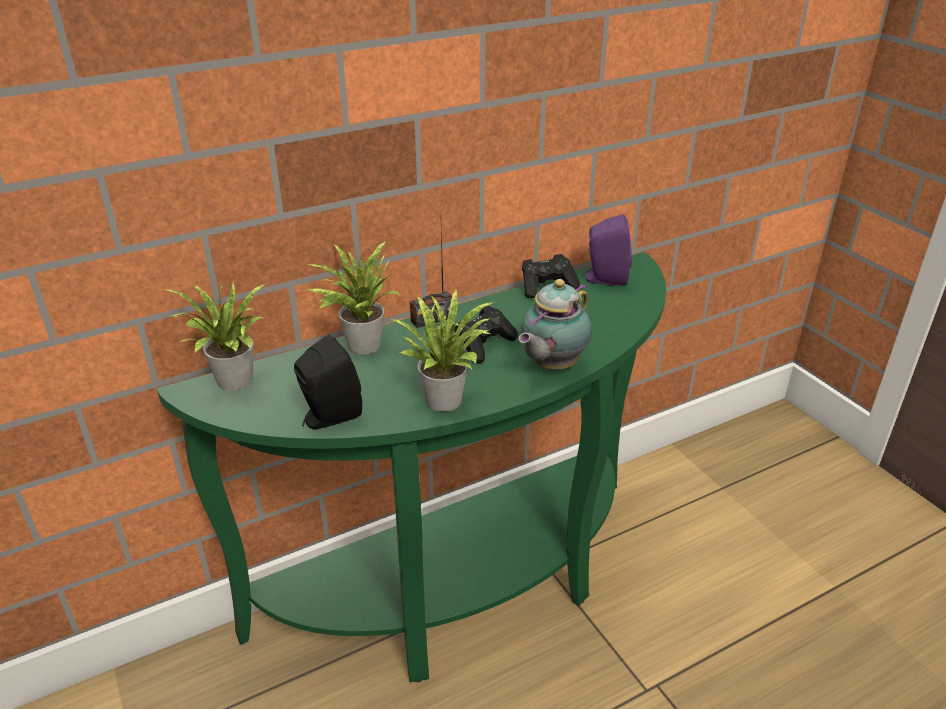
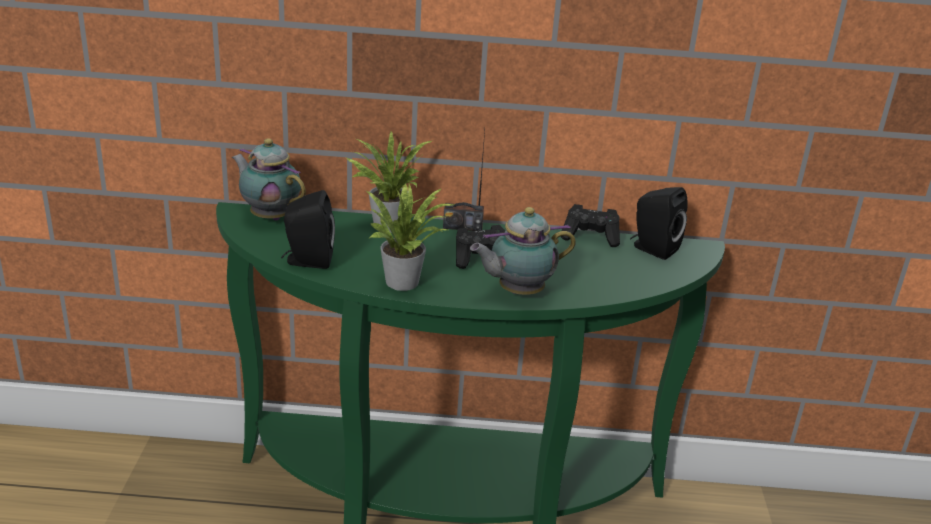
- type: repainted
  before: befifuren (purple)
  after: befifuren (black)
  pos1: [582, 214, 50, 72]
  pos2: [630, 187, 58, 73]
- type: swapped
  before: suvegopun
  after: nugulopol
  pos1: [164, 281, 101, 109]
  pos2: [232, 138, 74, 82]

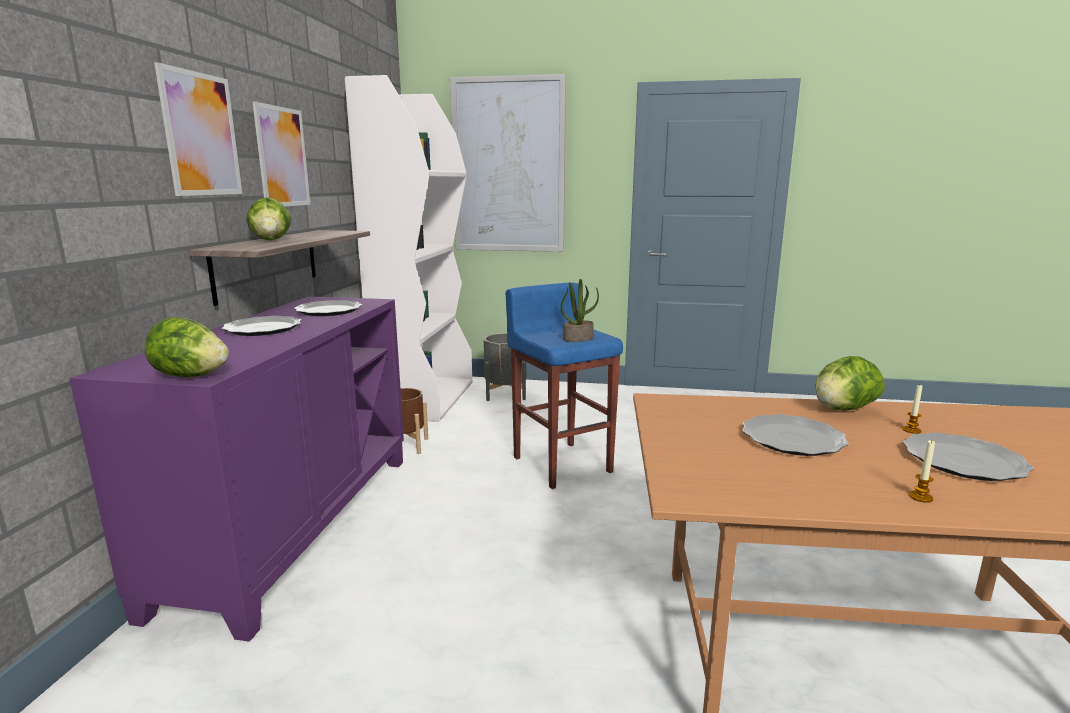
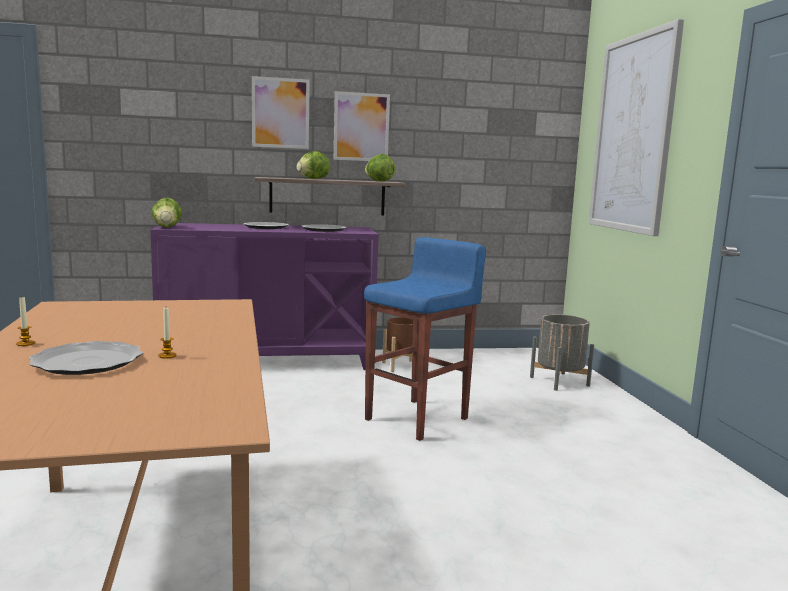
- type: gone
  before: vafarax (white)
  pos1: [345, 75, 127, 347]
- type: gone
  before: suvegopun
  pos1: [561, 279, 38, 63]
- type: shifted
  before: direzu
  pos1: [815, 356, 70, 55]
  pos2: [365, 154, 30, 27]
- type: gone
  before: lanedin
  pos1: [742, 414, 107, 42]

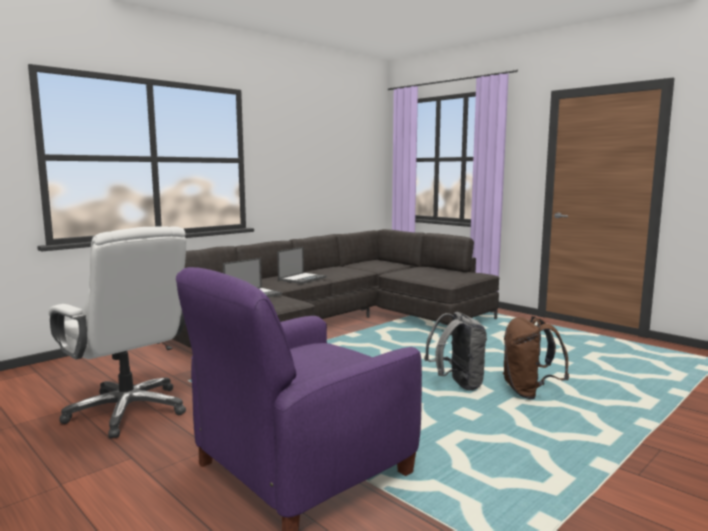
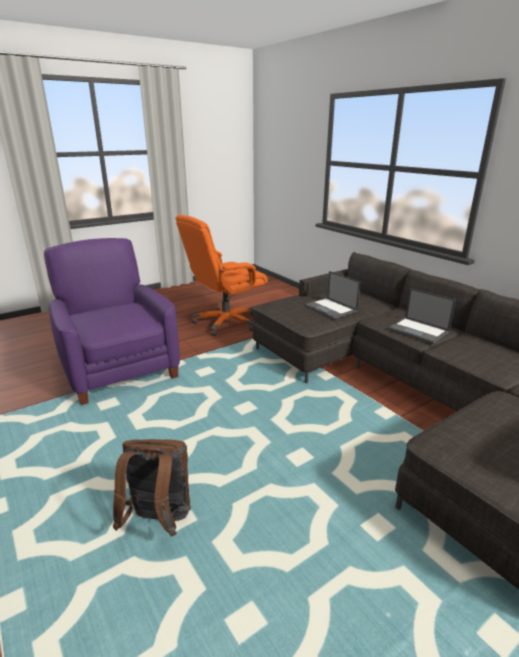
- type: repainted
  before: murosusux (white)
  after: murosusux (orange)
  pos1: [48, 227, 138, 211]
  pos2: [176, 215, 92, 121]
- type: gone
  before: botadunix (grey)
  pos1: [424, 312, 63, 79]

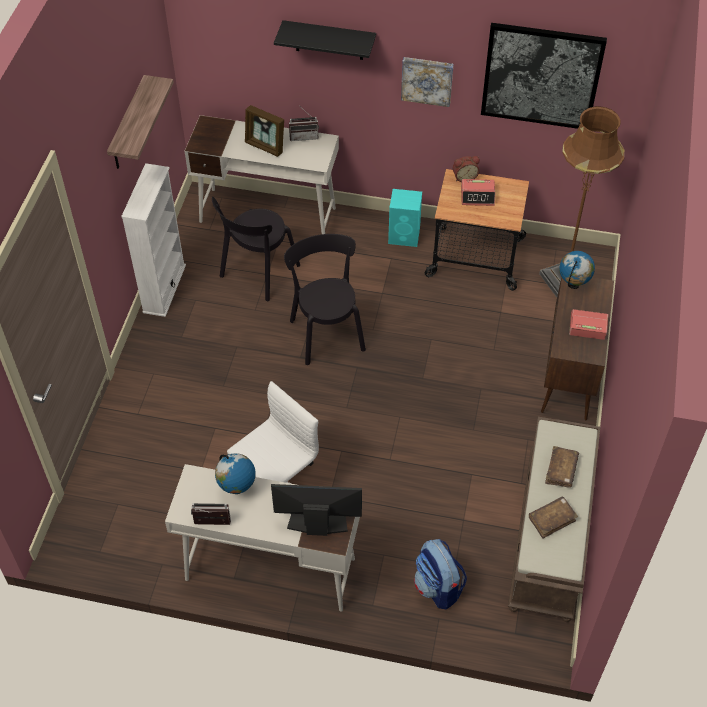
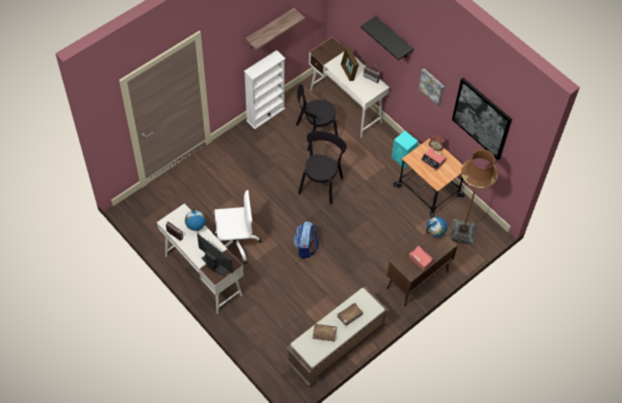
- type: shifted
  before: botadunix
  pos1: [414, 539, 53, 70]
  pos2: [293, 221, 26, 37]

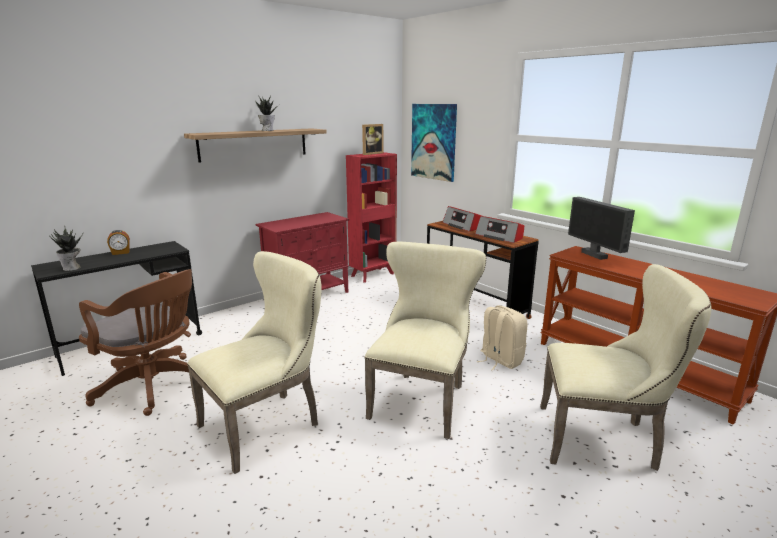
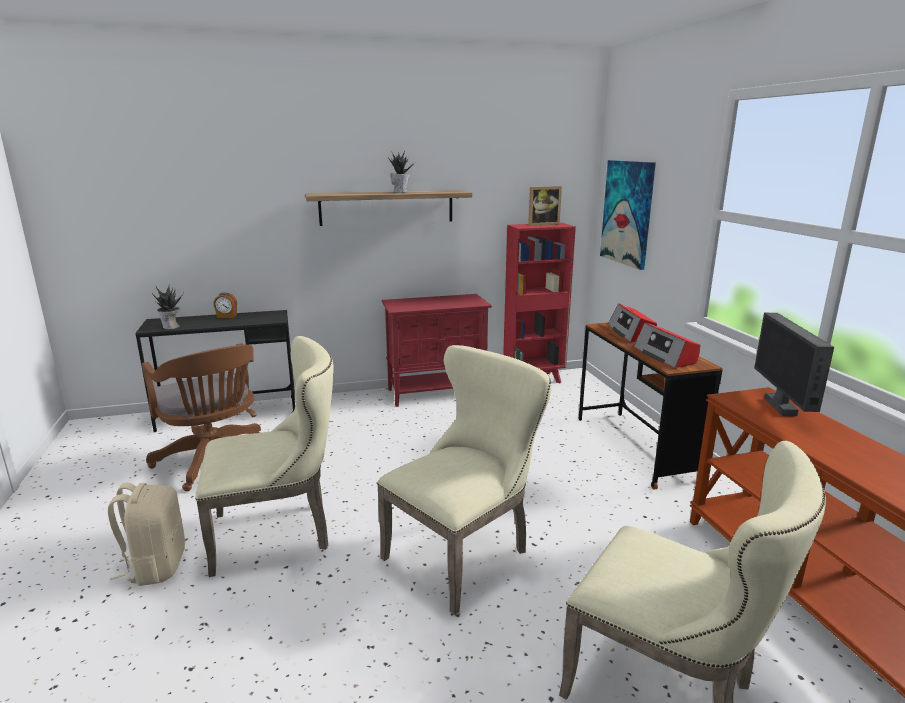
- type: shifted
  before: botadunix (beige)
  pos1: [477, 305, 50, 66]
  pos2: [108, 483, 77, 103]

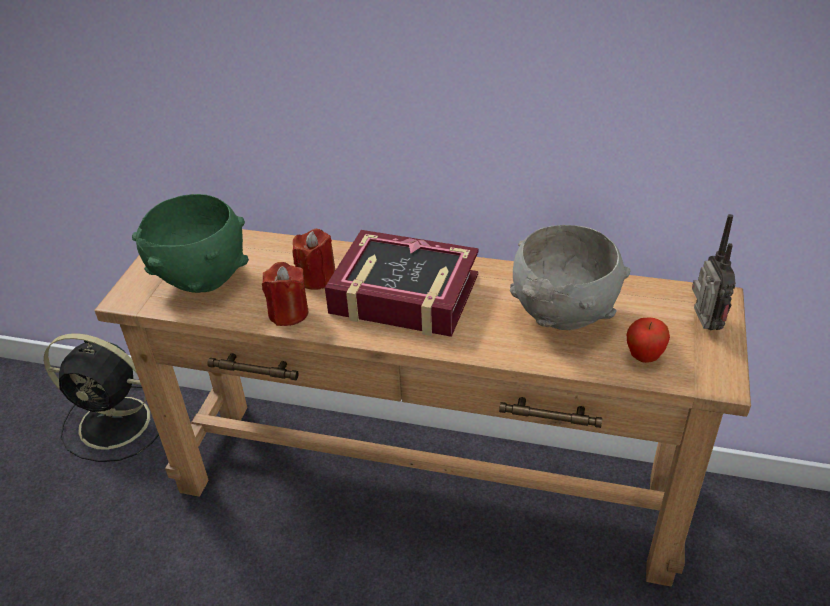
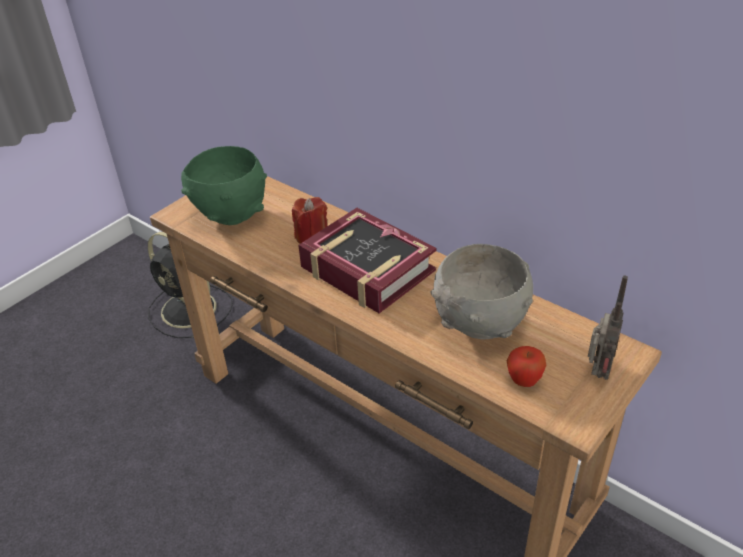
- type: gone
  before: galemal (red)
  pos1: [262, 262, 46, 64]

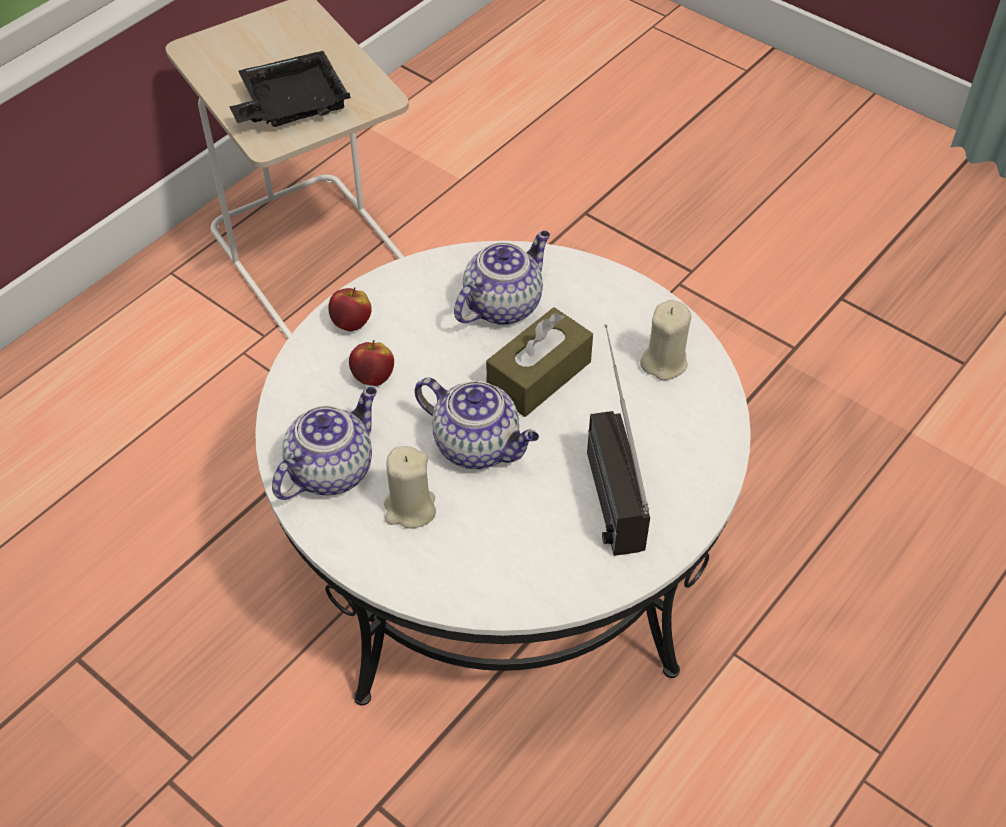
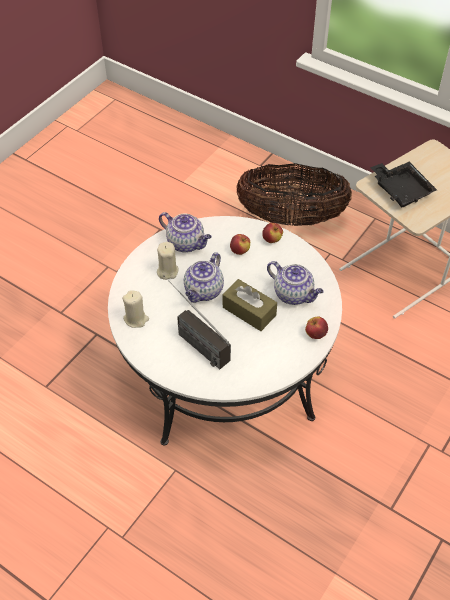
- type: shifted
  before: galemal (beige)
  pos1: [640, 300, 51, 81]
  pos2: [122, 290, 27, 38]
- type: rotated
  before: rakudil
  pos1: [587, 324, 63, 232]
  pos2: [163, 275, 68, 94]
  turn: -120
- type: new
  after: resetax
  pos2: [236, 163, 116, 63]
- type: new
  after: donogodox
  pos2: [305, 317, 23, 22]

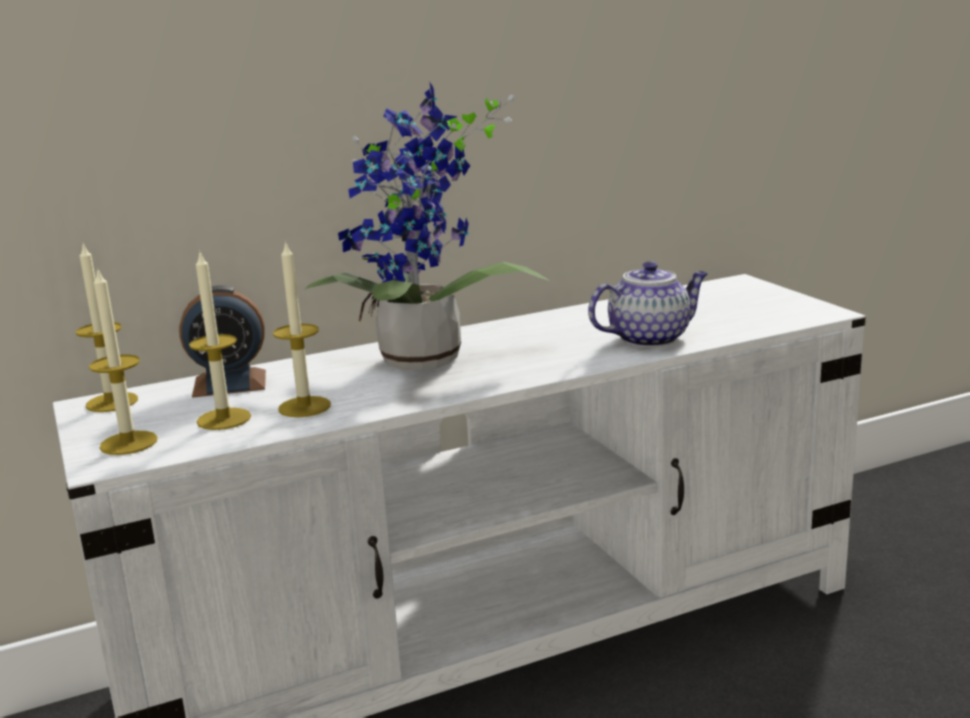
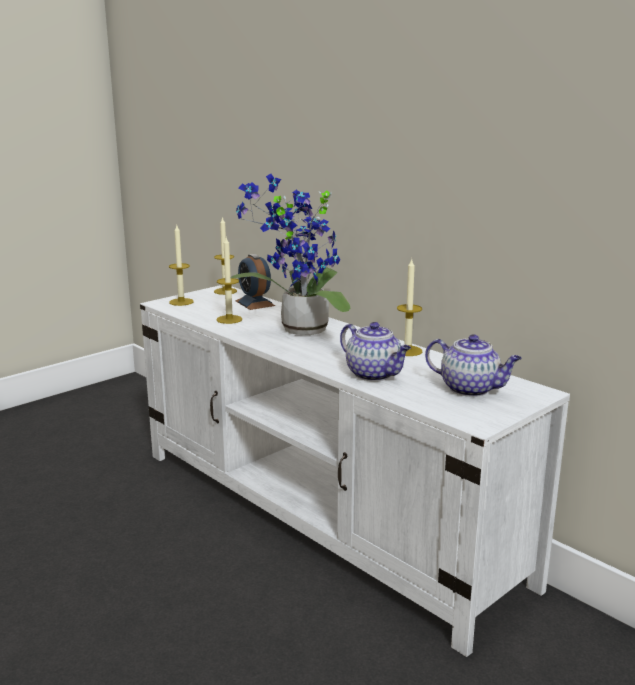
- type: shifted
  before: galemal
  pos1: [189, 250, 62, 180]
  pos2: [397, 258, 25, 98]
- type: new
  after: nugulopol
  pos2: [425, 334, 97, 63]

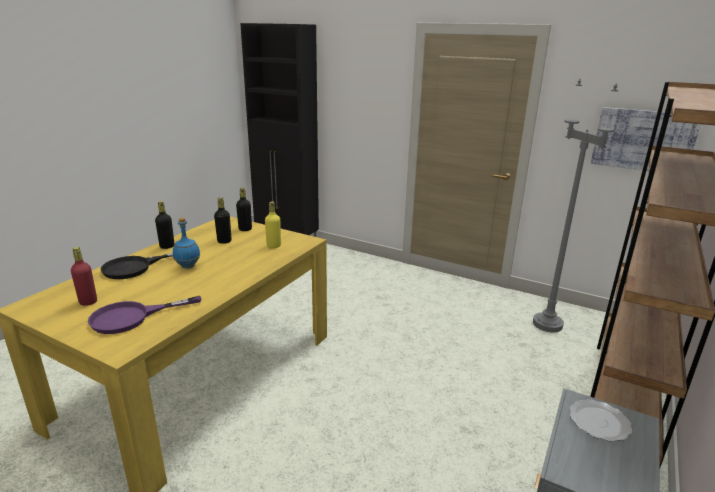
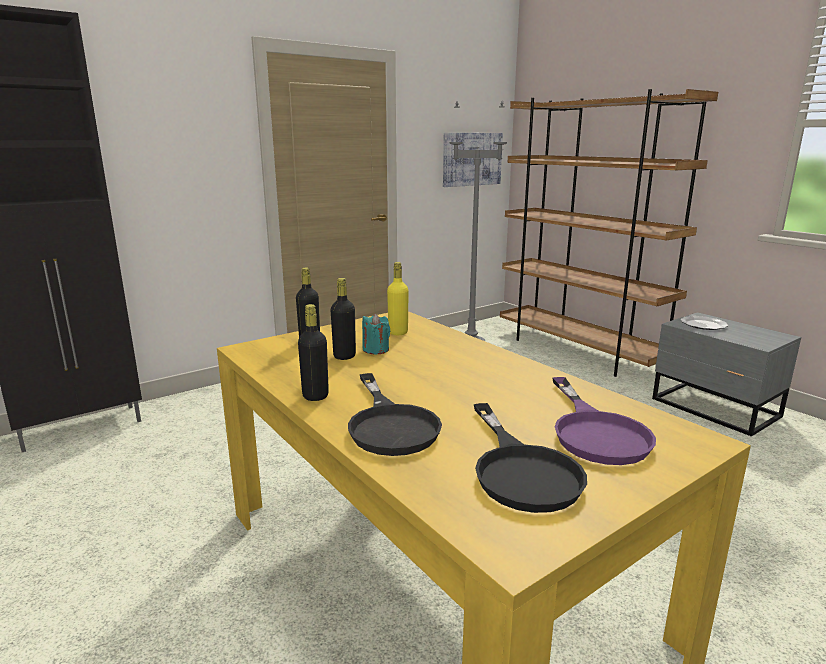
- type: gone
  before: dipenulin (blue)
  pos1: [173, 218, 27, 51]
- type: swapped
  before: dipenulin (red)
  after: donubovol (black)
  pos1: [71, 247, 26, 59]
  pos2: [474, 403, 113, 110]
- type: new
  after: galemal (turquoise)
  pos2: [362, 314, 28, 40]

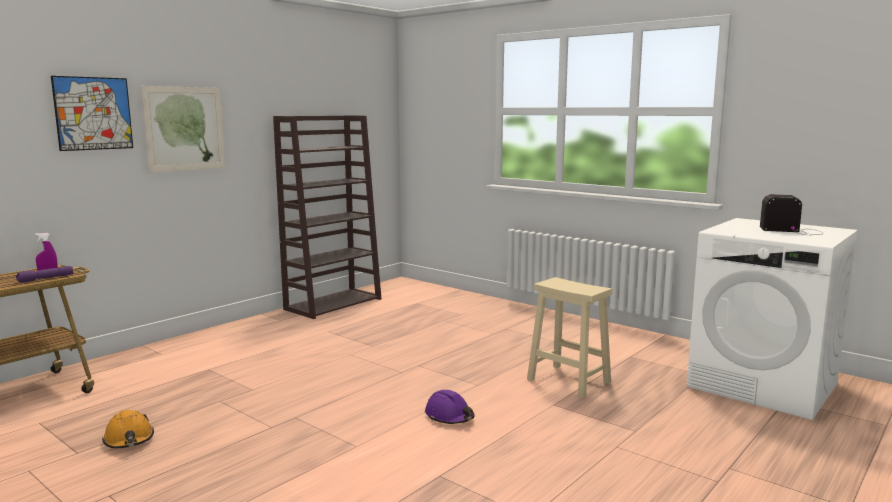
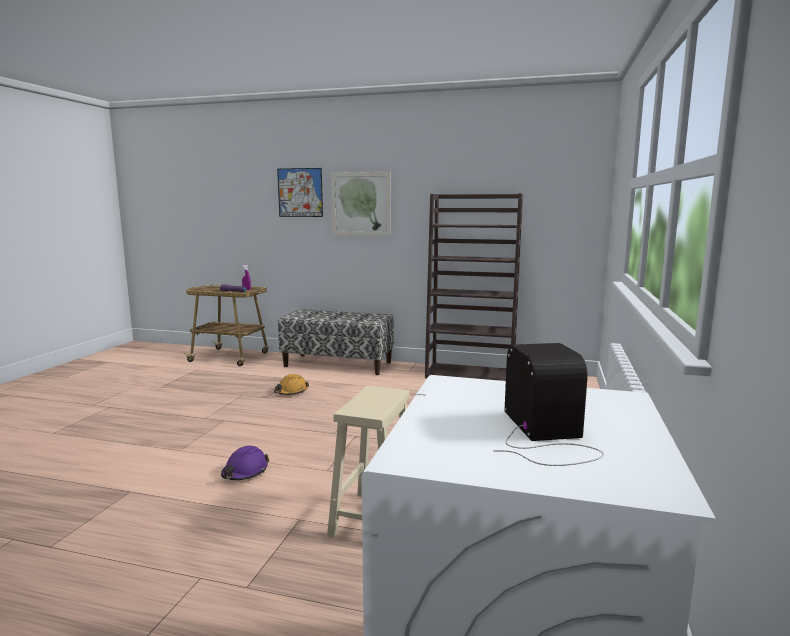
- type: shifted
  before: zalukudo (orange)
  pos1: [102, 410, 52, 38]
  pos2: [274, 374, 35, 21]
- type: new
  after: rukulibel
  pos2: [278, 309, 116, 66]

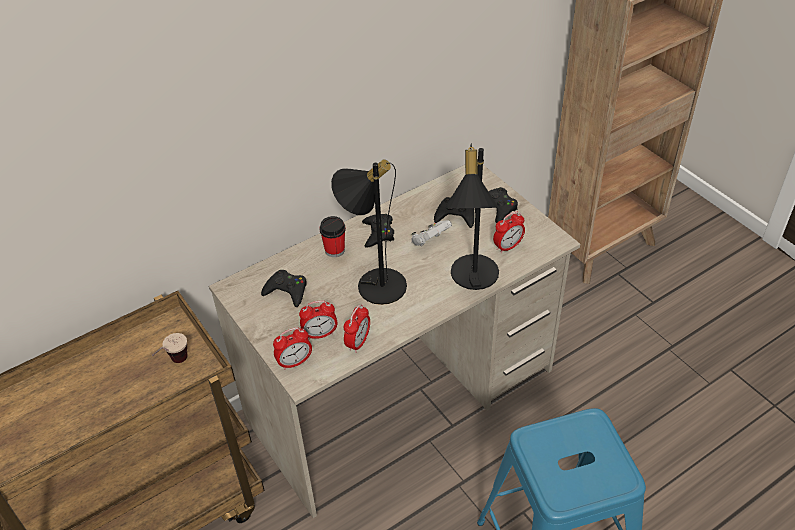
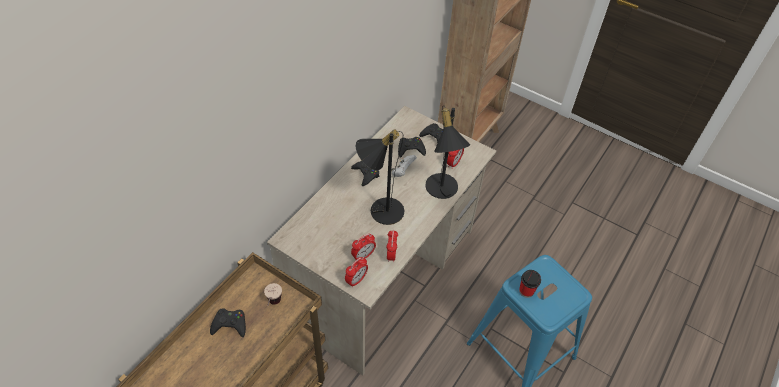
- type: shifted
  before: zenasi
  pos1: [319, 216, 27, 41]
  pos2: [519, 270, 22, 28]
- type: shifted
  before: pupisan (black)
  pos1: [261, 270, 46, 37]
  pos2: [210, 308, 36, 29]

